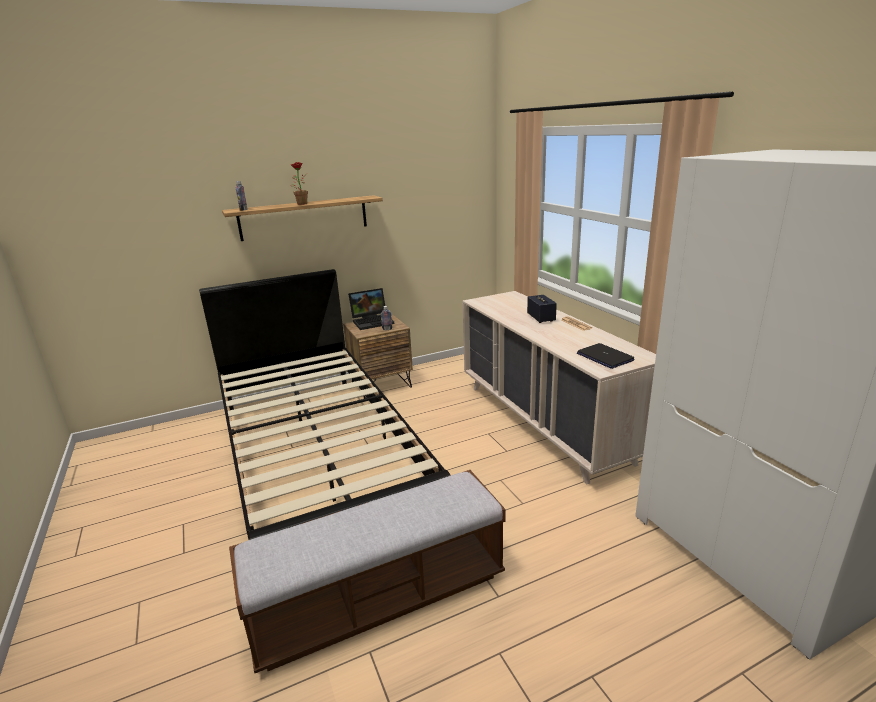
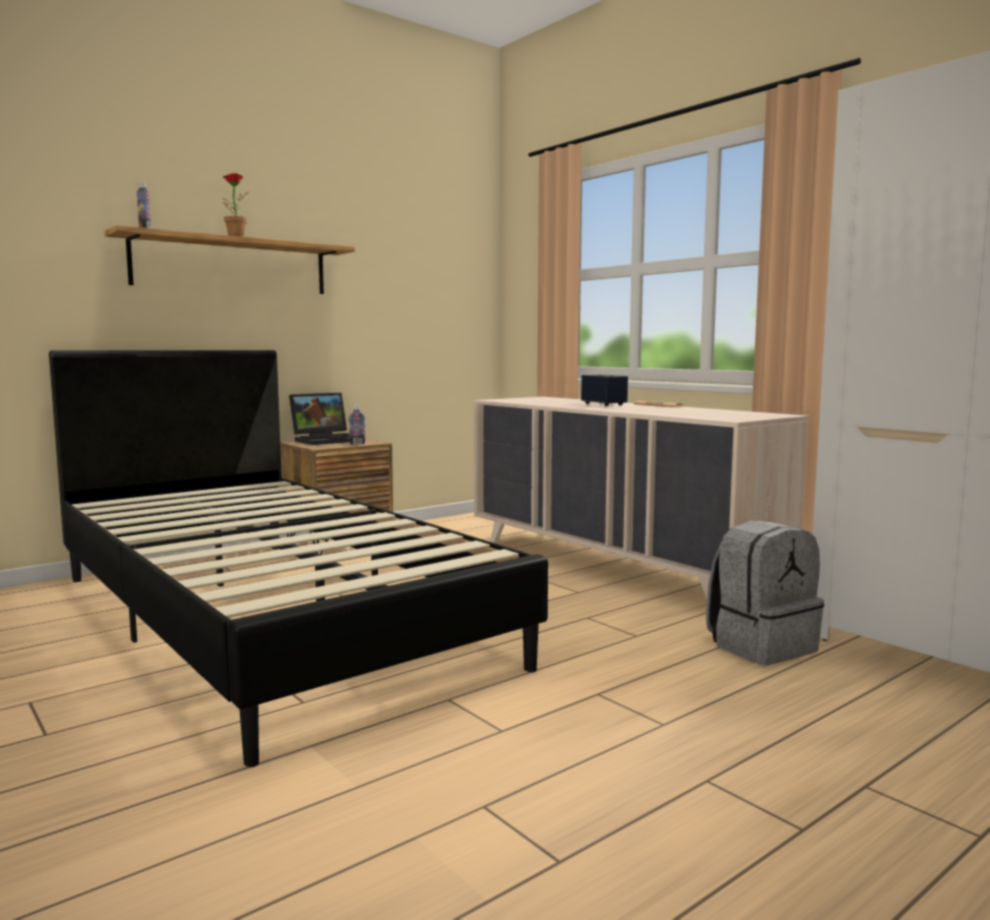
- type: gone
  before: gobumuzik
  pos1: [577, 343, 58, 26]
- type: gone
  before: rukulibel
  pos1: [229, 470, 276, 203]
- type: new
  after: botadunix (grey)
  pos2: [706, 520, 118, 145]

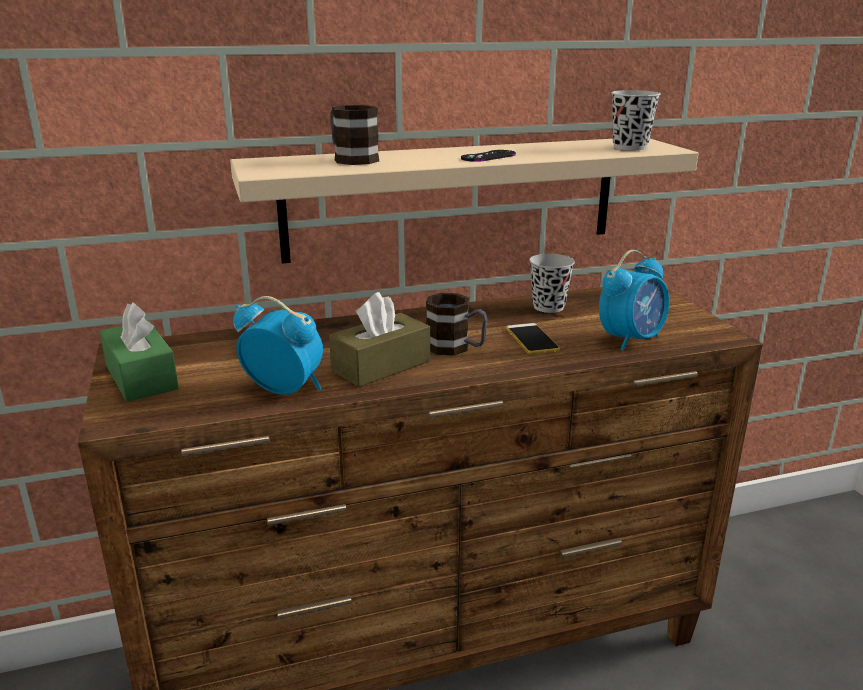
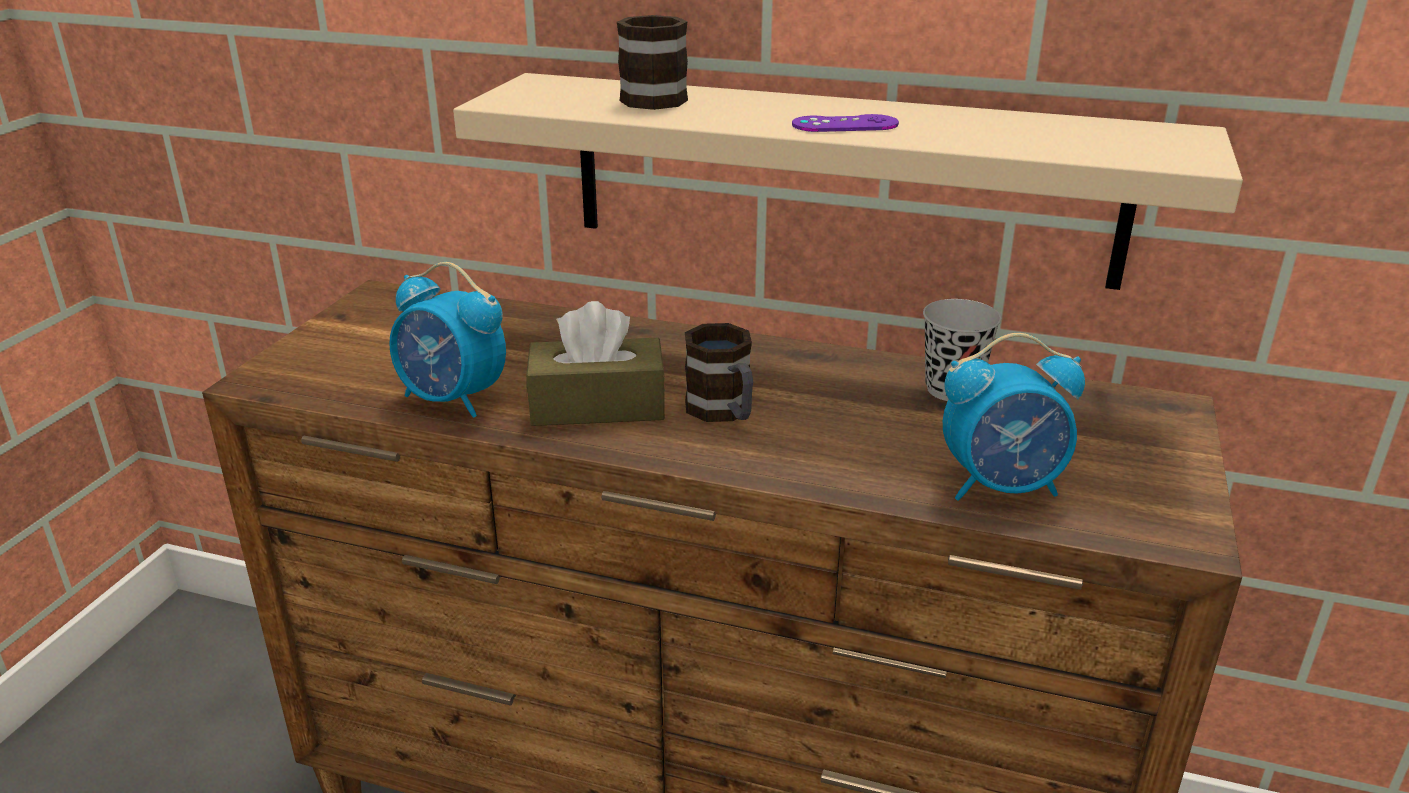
- type: gone
  before: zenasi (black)
  pos1: [611, 90, 50, 60]
- type: repainted
  before: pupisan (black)
  after: pupisan (purple)
  pos1: [461, 150, 55, 12]
  pos2: [792, 114, 107, 18]
- type: rotated
  before: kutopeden
  pos1: [233, 296, 90, 99]
  pos2: [389, 262, 117, 156]
  turn: 150
- type: gone
  before: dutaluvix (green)
  pos1: [100, 302, 79, 100]
- type: gone
  before: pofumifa
  pos1: [506, 323, 54, 31]

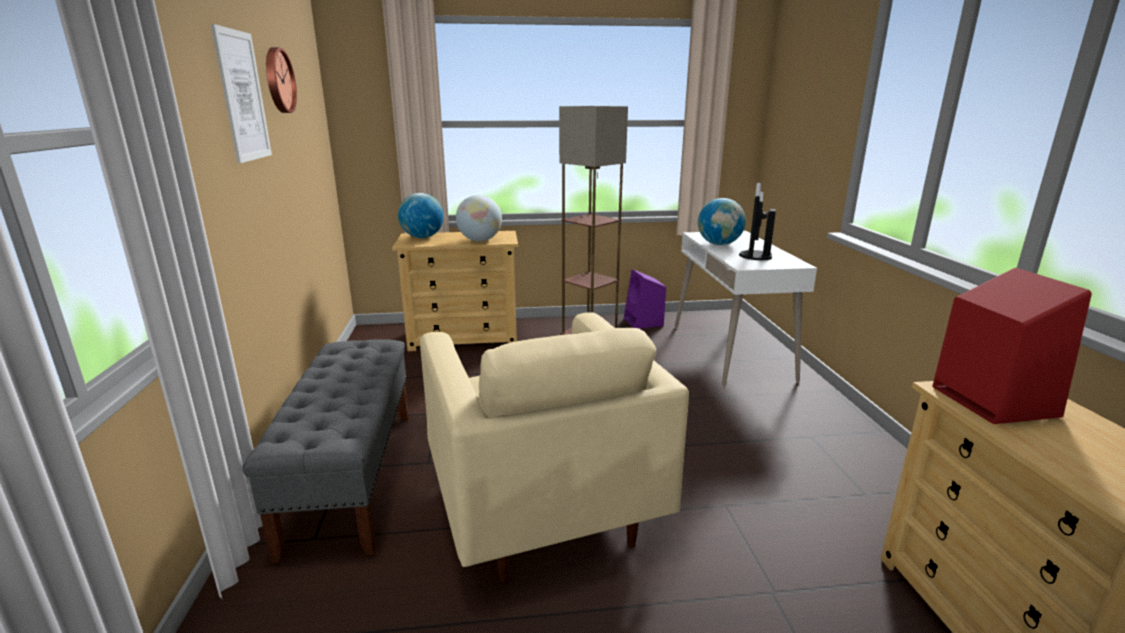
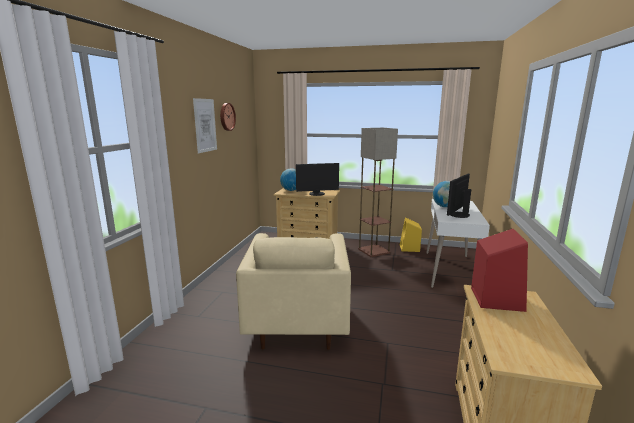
- type: swapped
  before: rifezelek
  after: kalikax
  pos1: [456, 195, 46, 46]
  pos2: [296, 163, 43, 33]
- type: repainted
  before: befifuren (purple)
  after: befifuren (yellow)
  pos1: [624, 269, 42, 60]
  pos2: [400, 217, 22, 35]
- type: gone
  before: rukulibel (grey)
  pos1: [242, 339, 167, 224]

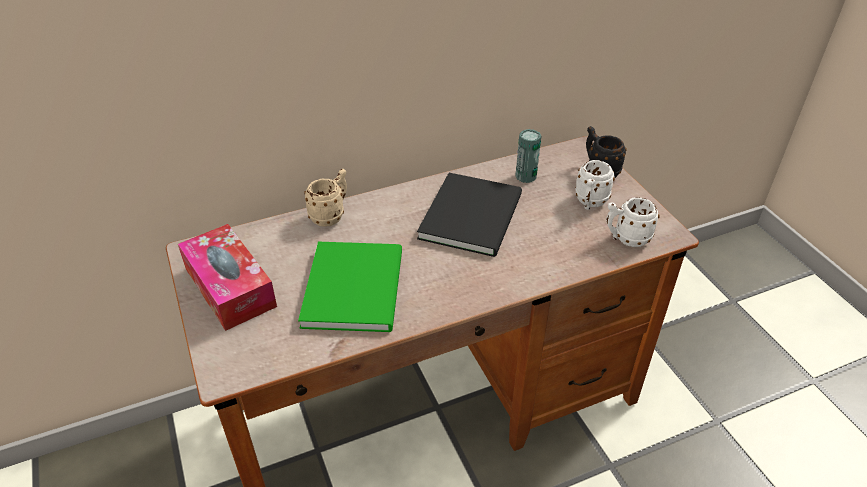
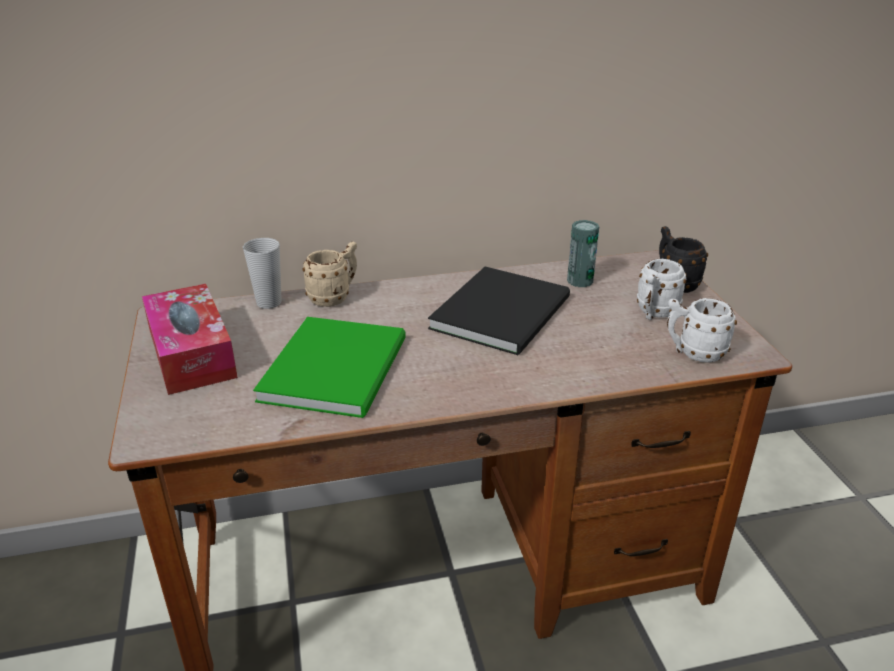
- type: new
  after: zenasi
  pos2: [243, 238, 38, 71]

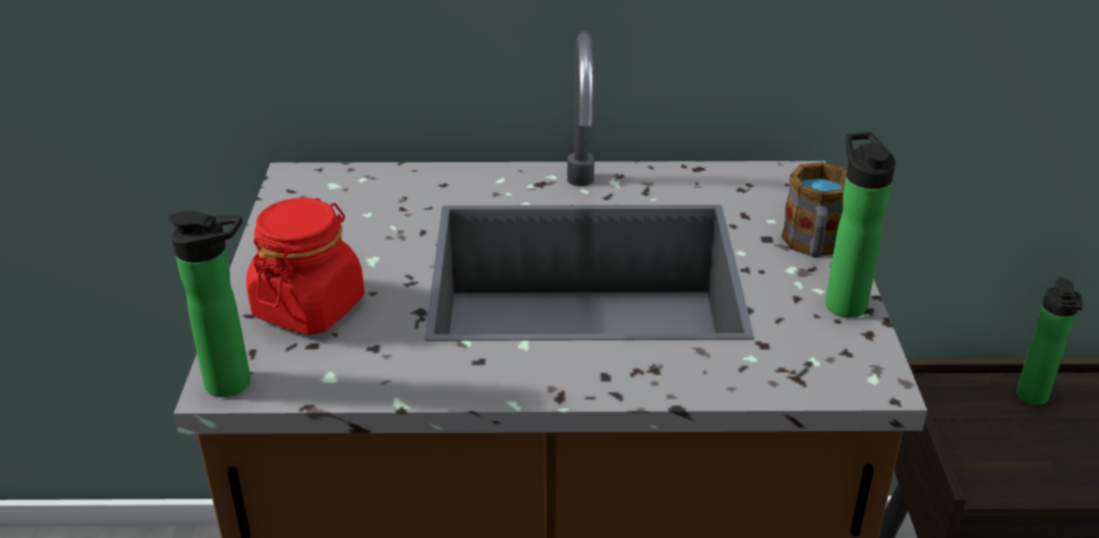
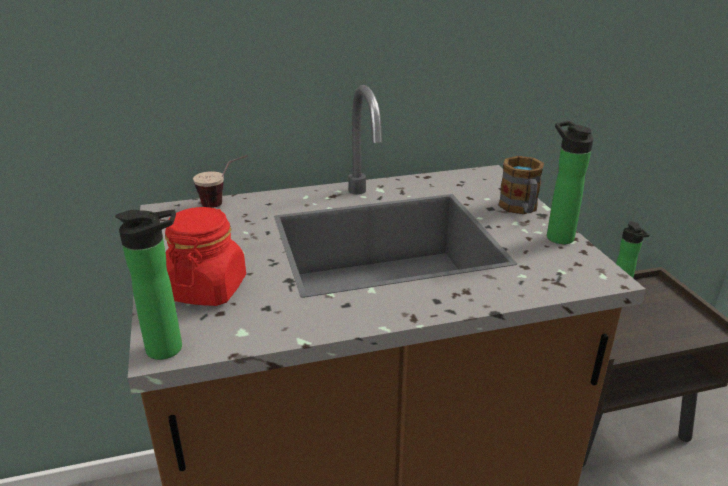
- type: new
  after: zenasi
  pos2: [193, 155, 55, 53]

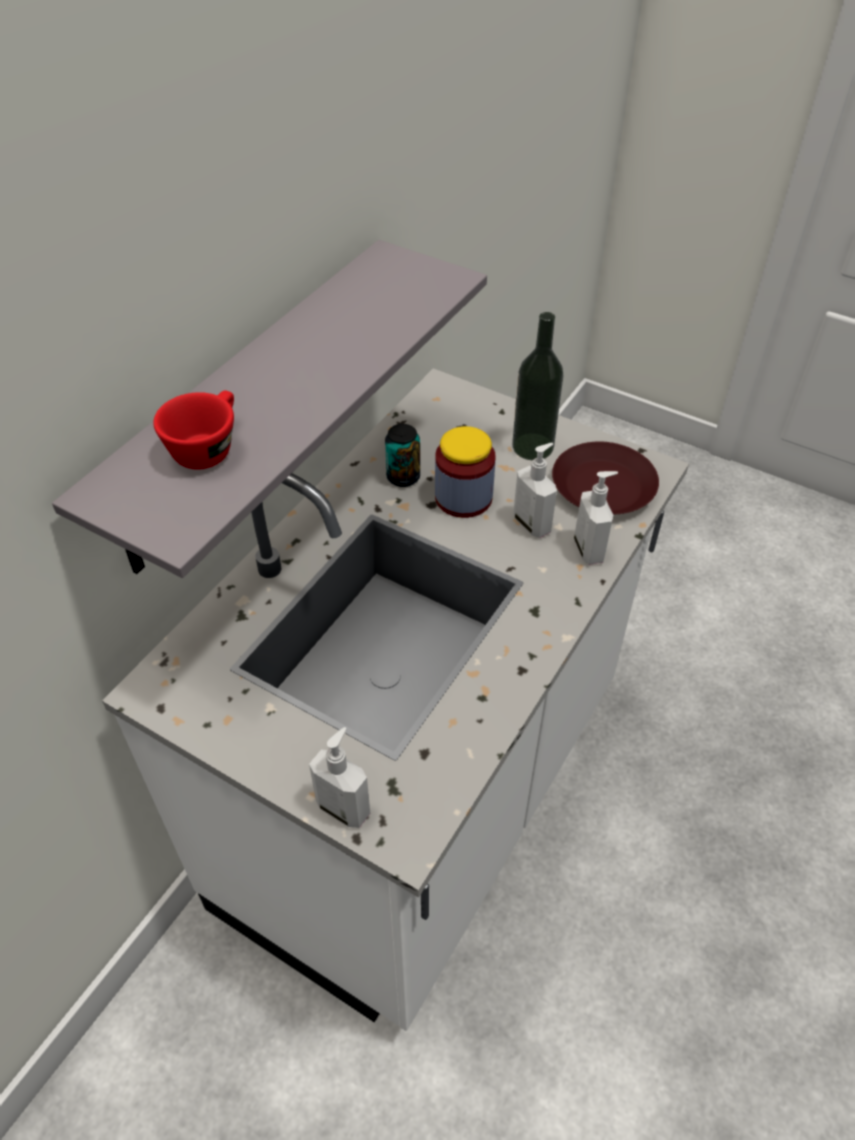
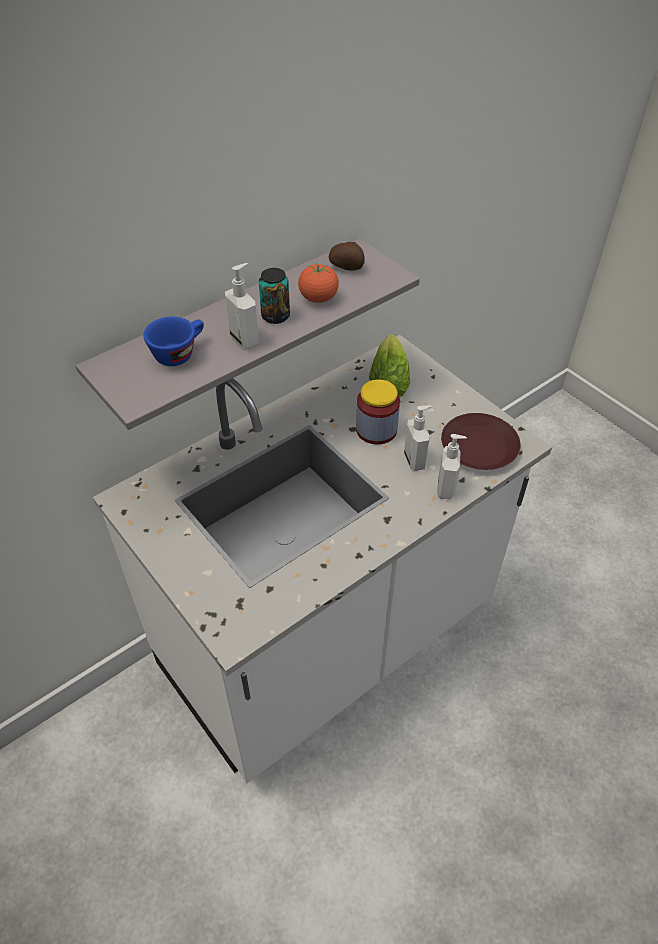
- type: gone
  before: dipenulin
  pos1: [512, 312, 52, 148]
- type: repainted
  before: zenasi (red)
  after: zenasi (blue)
  pos1: [153, 390, 81, 80]
  pos2: [143, 317, 61, 49]
- type: shifted
  before: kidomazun
  pos1: [385, 424, 35, 63]
  pos2: [259, 268, 31, 56]
- type: shifted
  before: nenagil
  pos1: [309, 727, 61, 101]
  pos2: [225, 263, 34, 86]
- type: new
  after: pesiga
  pos2: [329, 242, 36, 29]
- type: new
  after: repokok
  pos2: [298, 263, 41, 40]
- type: new
  after: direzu
  pos2: [369, 334, 41, 63]

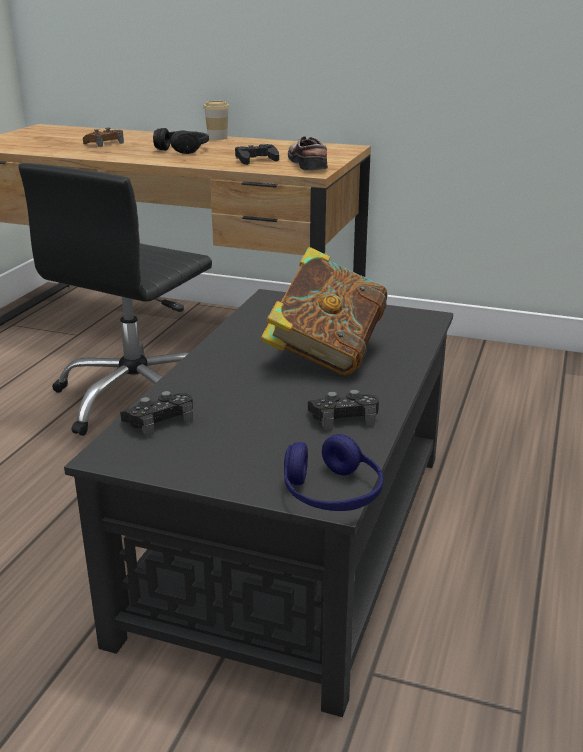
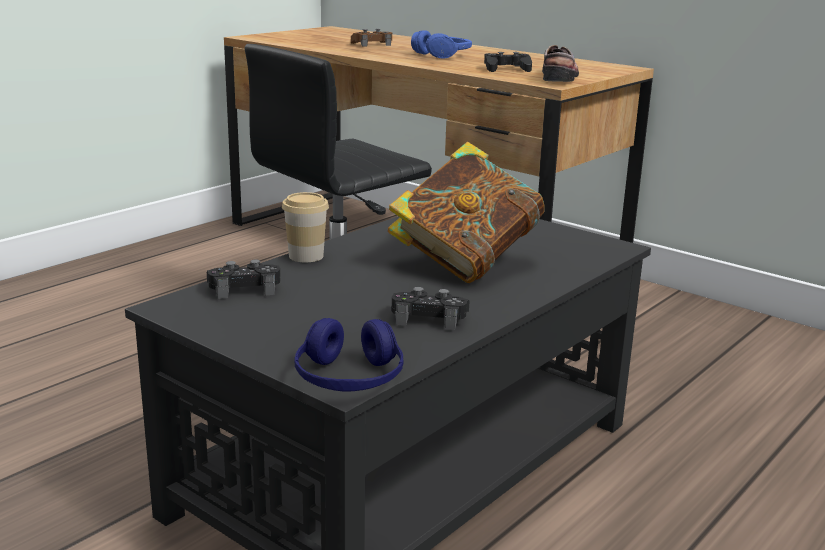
- type: shifted
  before: zenasi
  pos1: [203, 101, 26, 39]
  pos2: [282, 192, 47, 70]
- type: repainted
  before: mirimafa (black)
  after: mirimafa (blue)
  pos1: [153, 128, 56, 26]
  pos2: [411, 30, 61, 29]

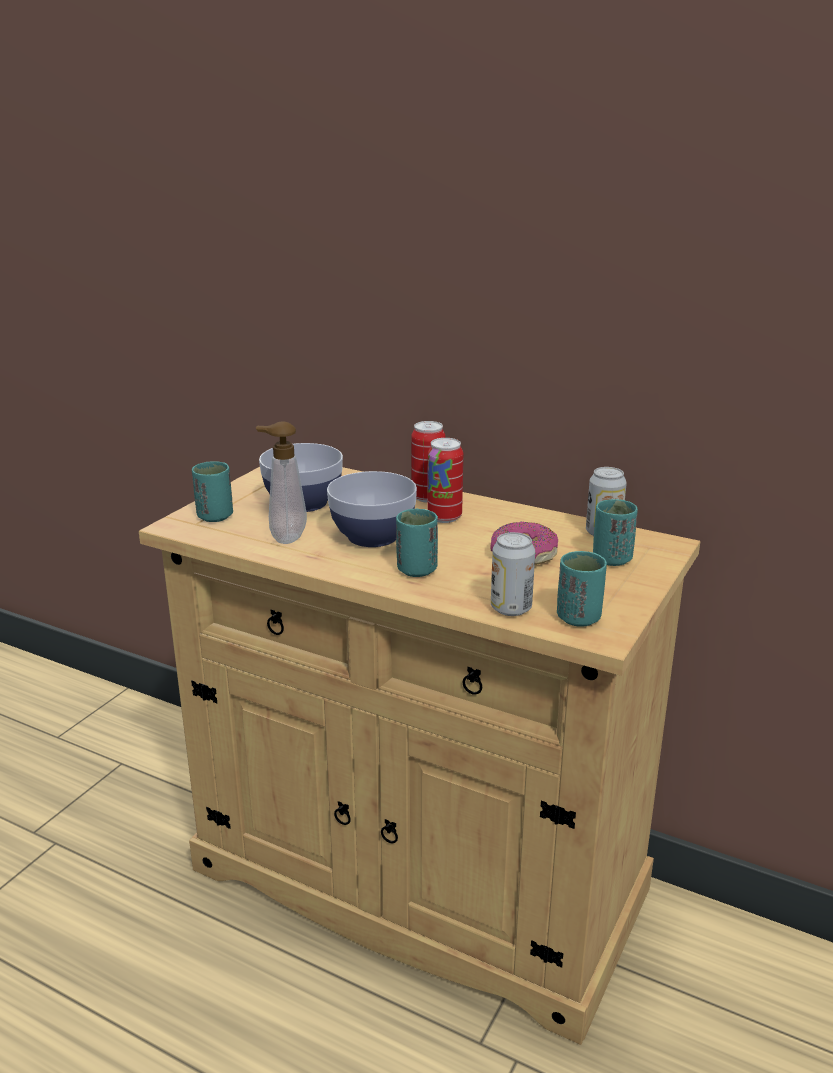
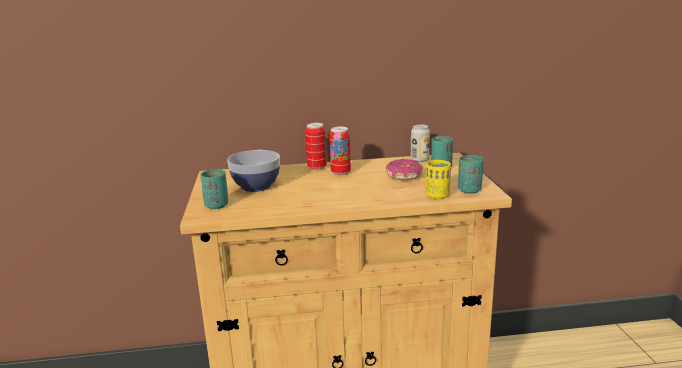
- type: gone
  before: nenagil
  pos1: [256, 421, 51, 123]
- type: gone
  before: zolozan
  pos1: [327, 471, 90, 76]
- type: gone
  before: zenasi (turquoise)
  pos1: [396, 509, 42, 68]
- type: swapped
  before: kidomazun
  after: zenasi (yellow)
  pos1: [491, 532, 44, 84]
  pos2: [426, 160, 25, 39]

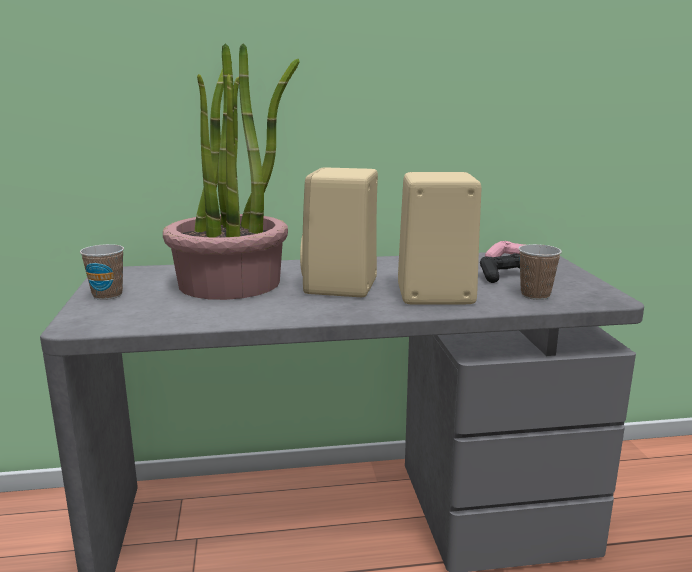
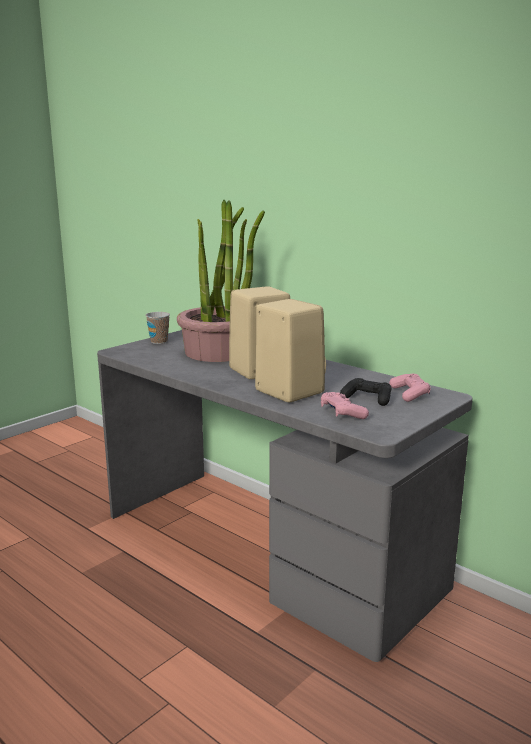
- type: swapped
  before: zenasi
  after: pupisan (pink)
  pos1: [518, 244, 44, 56]
  pos2: [321, 392, 48, 27]

